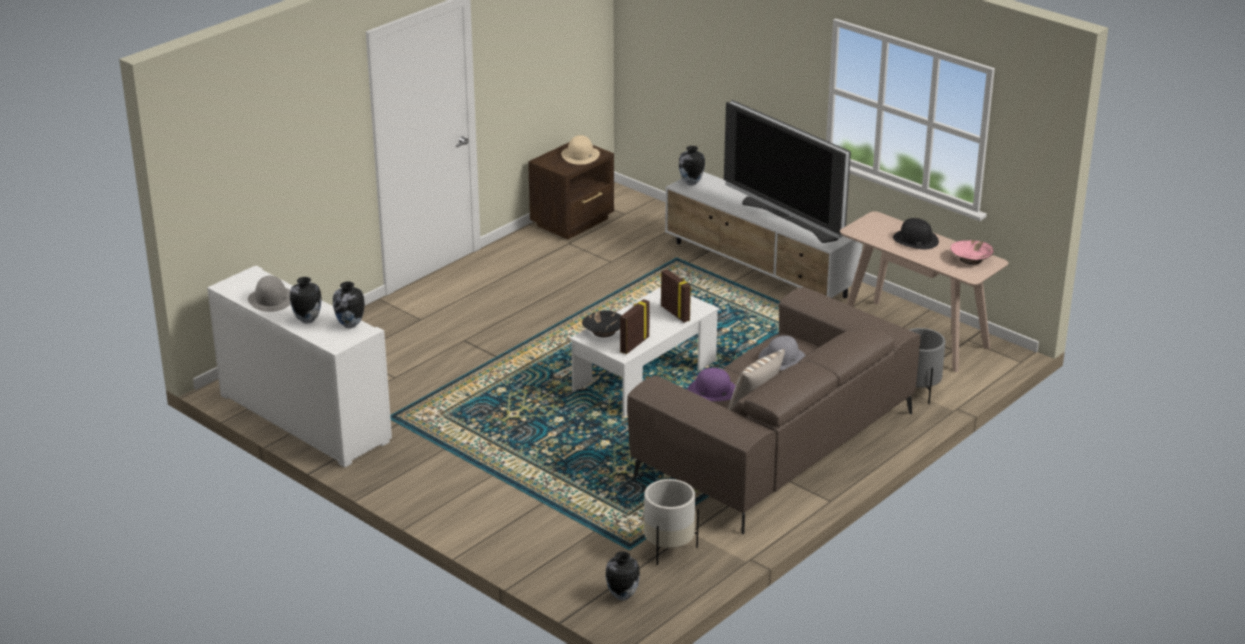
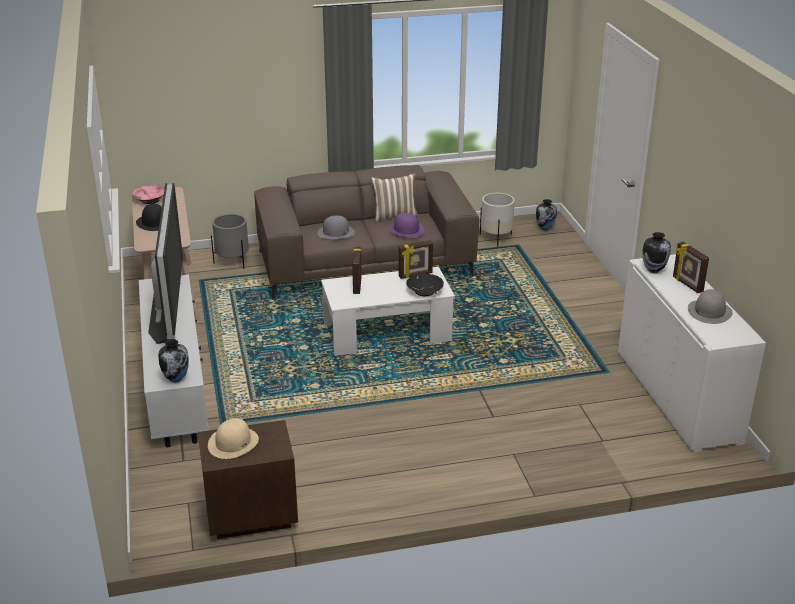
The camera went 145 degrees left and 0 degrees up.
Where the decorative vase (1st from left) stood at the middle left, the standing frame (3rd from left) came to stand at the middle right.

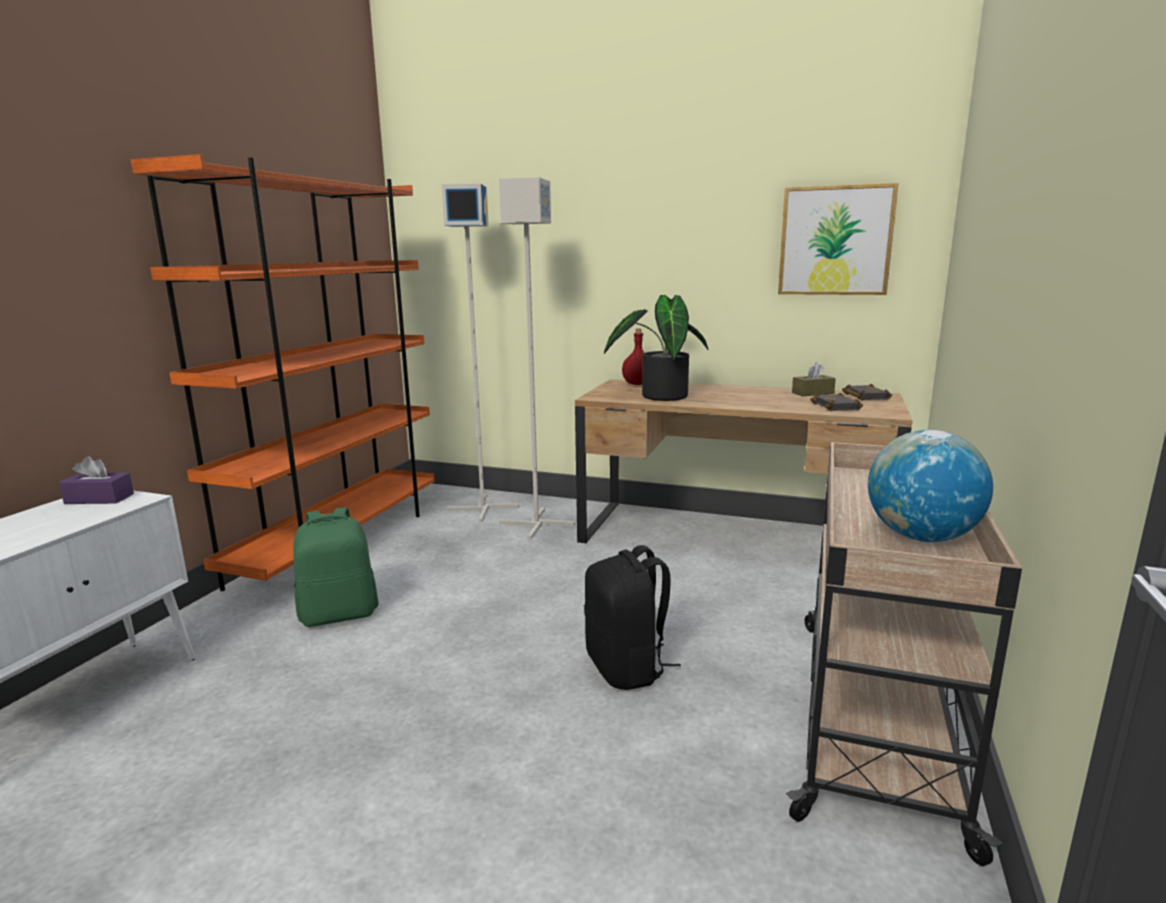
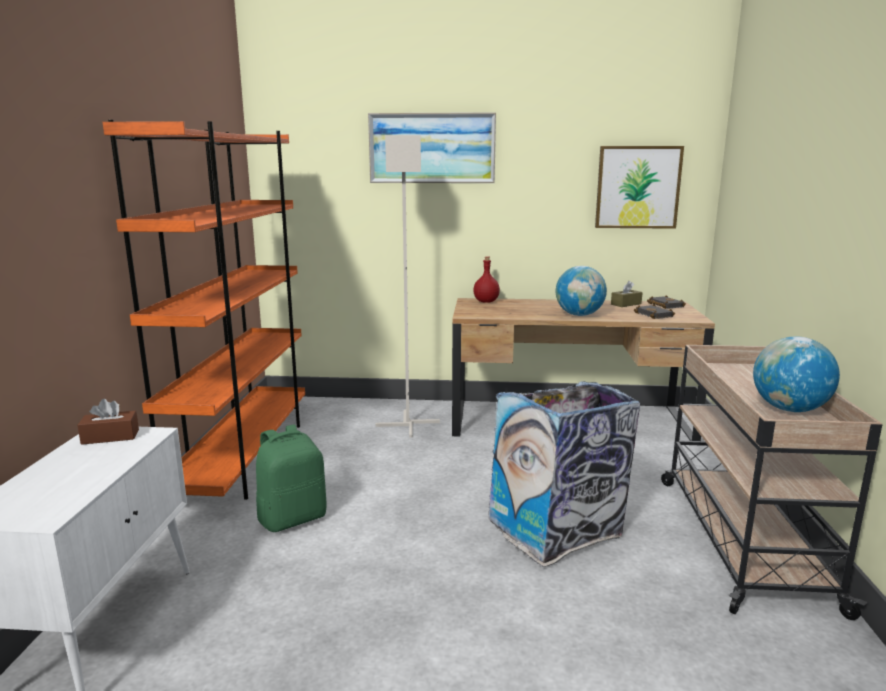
The camera went 15 degrees left and 0 degrees up.
What was the purple tissue holder at the middle left turned into the brown tissue holder (1st from left) at the middle left.
The second view lost the greyish standing lamp (1st from left) at the centre.
Where the blackish backpack stood at the bottom centre, the waste bin came to stand at the bottom centre.
The second view lost the potted plant at the centre.
The second view gained the wall picture (1st from left) at the top centre.
The second view gained the globe (1st from left) at the centre.

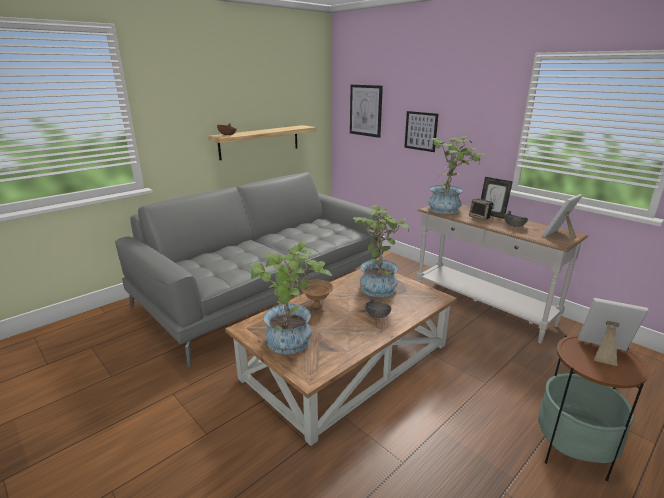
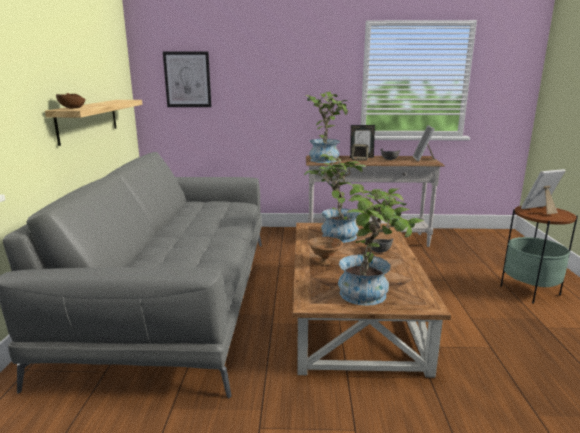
The camera went 45 degrees left and 5 degrees down.
The second view lost the wall picture (2nd from left) at the top centre.

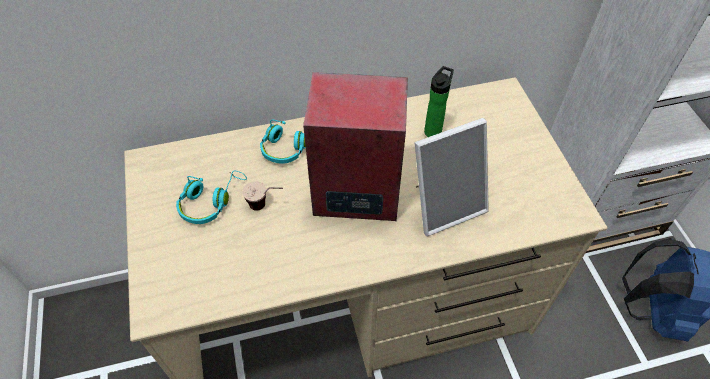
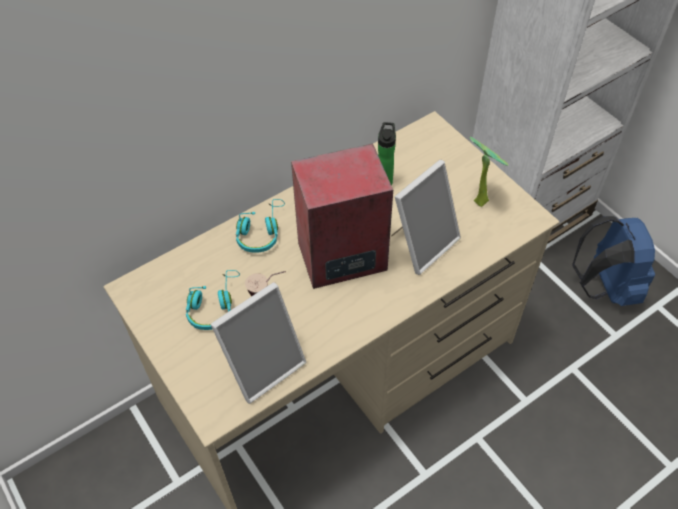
The camera went 20 degrees left and 0 degrees up.
The second view gained the standing frame (1st from left) at the bottom centre.
The second view gained the potted plant at the middle right.

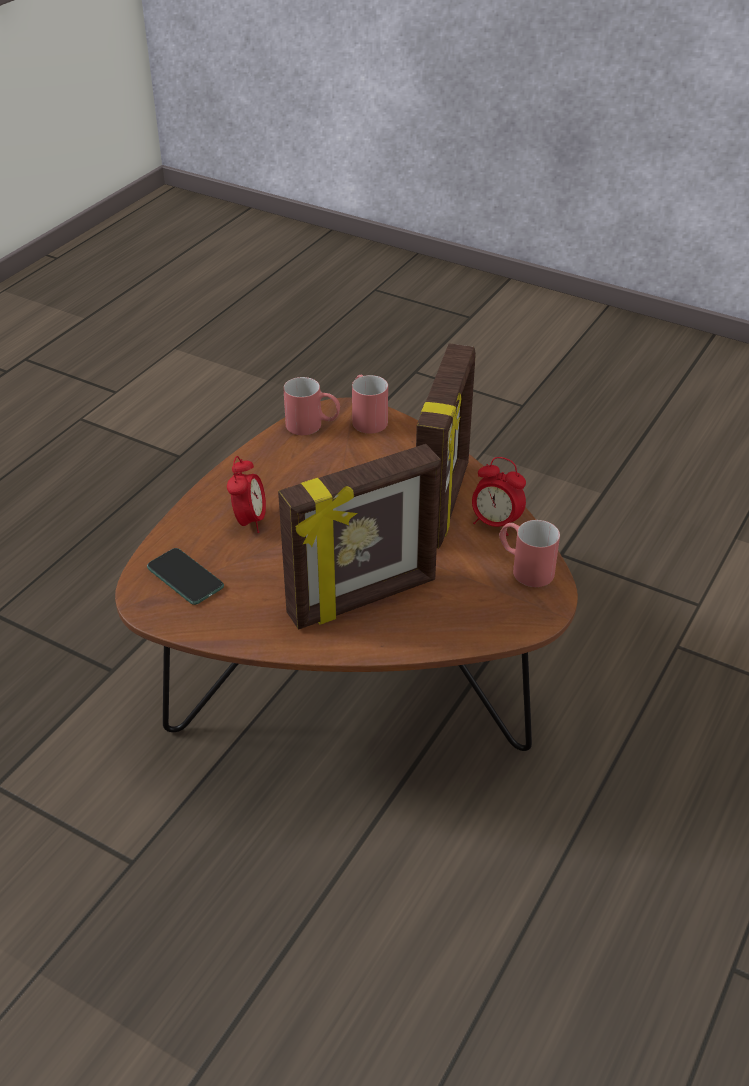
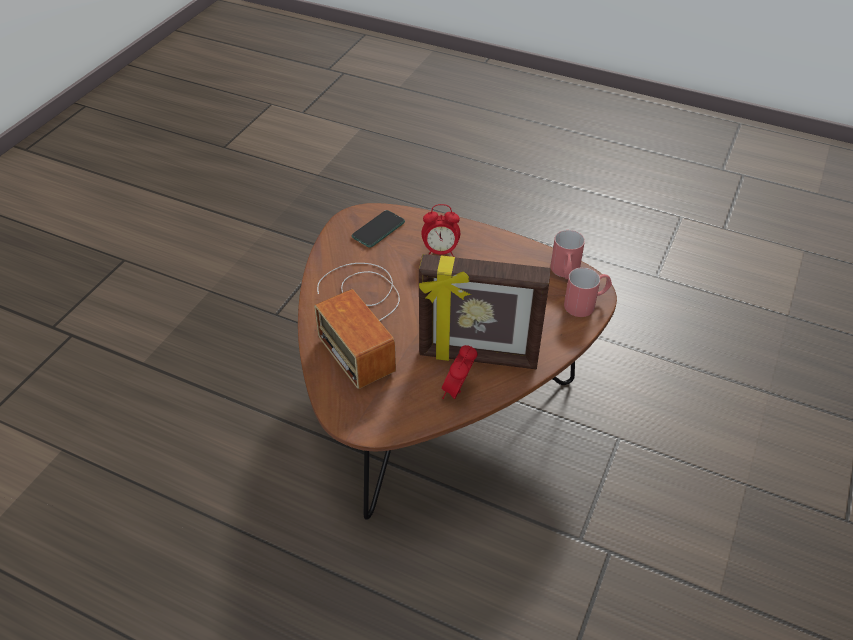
The camera went 85 degrees right and 5 degrees up.
Where the standing frame (1st from left) stood at the centre, the radio set came to stand at the centre.
The second view lost the red mug (3rd from left) at the middle right.

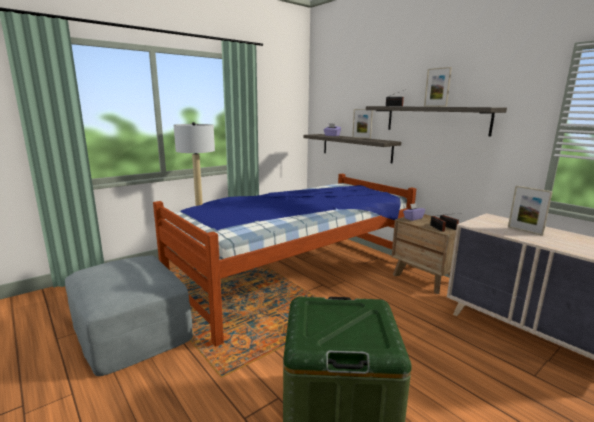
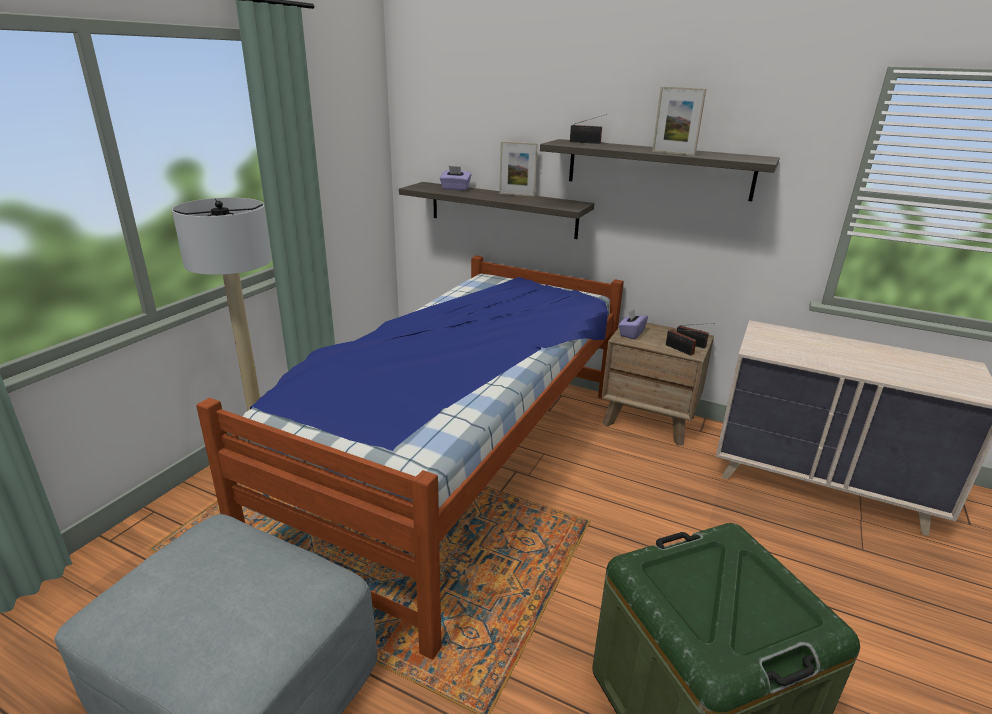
The camera went 25 degrees left and 10 degrees up.
The second view lost the standing frame (3rd from left) at the middle right.

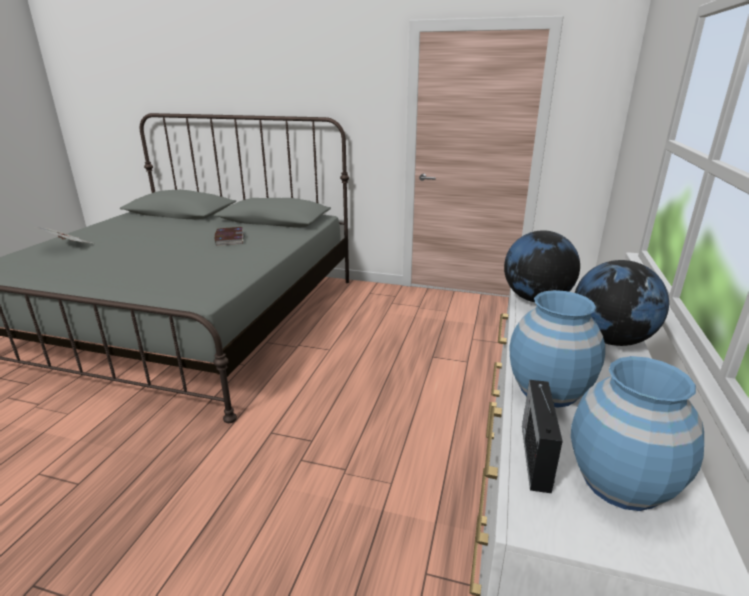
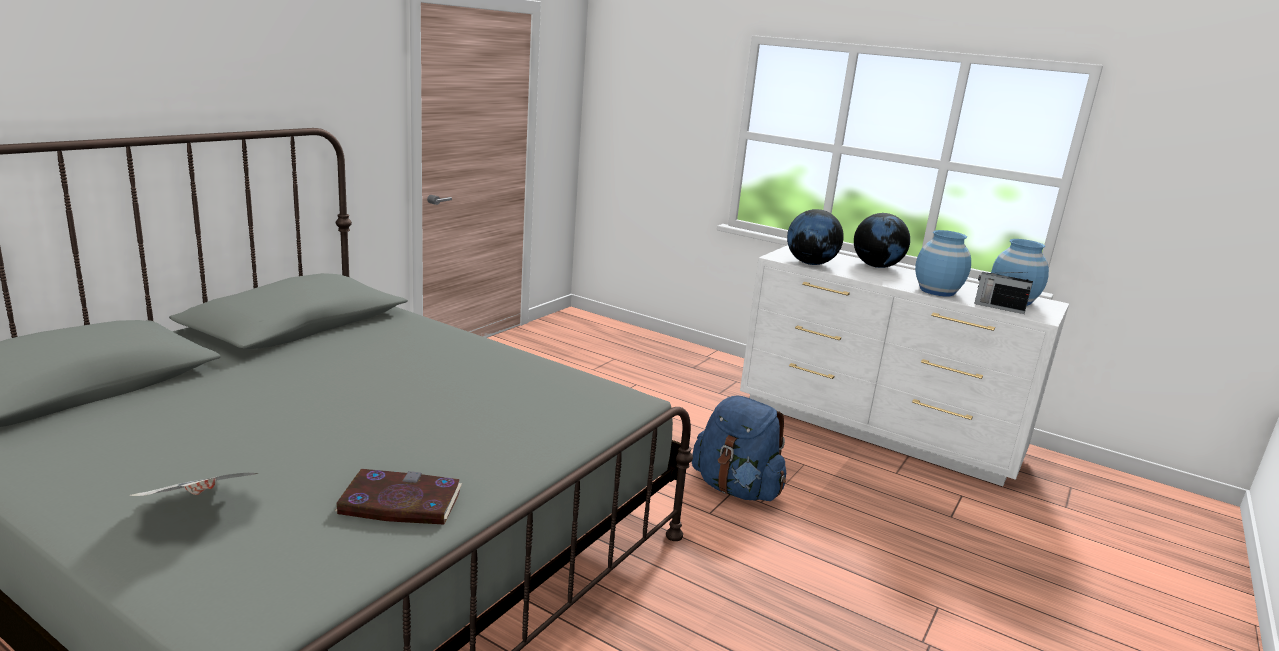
The camera went 75 degrees left and 5 degrees down.
The volume ended up elsewhere, having gone from the middle left to the bottom left.
The second view gained the blue backpack at the bottom centre.

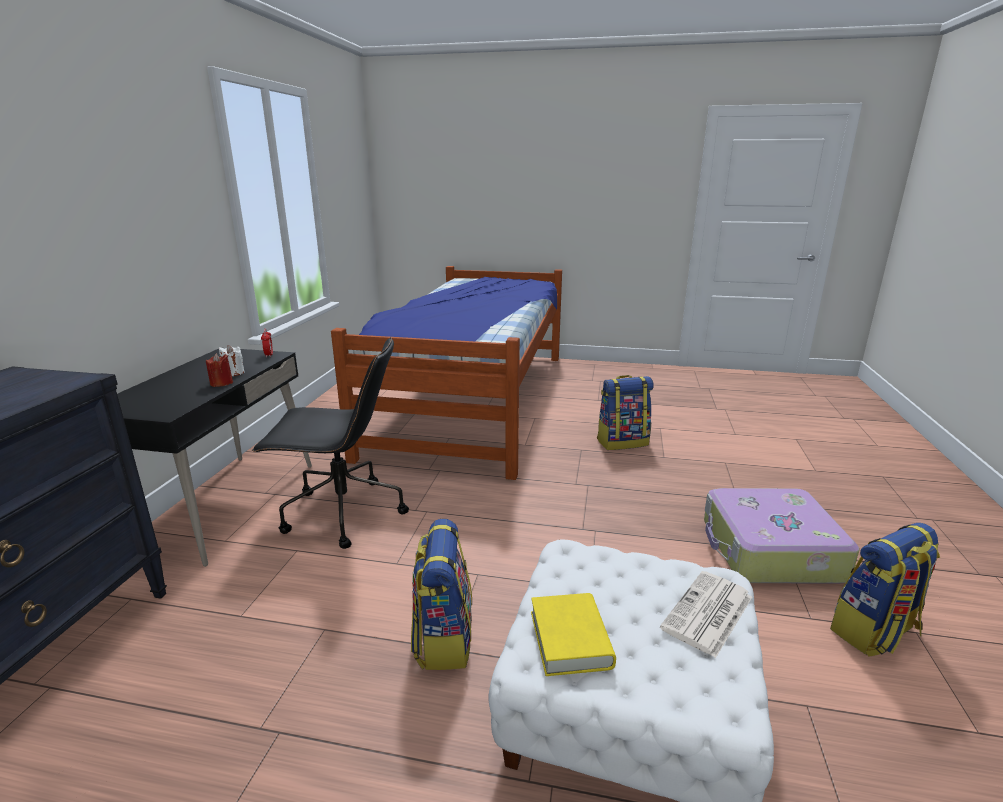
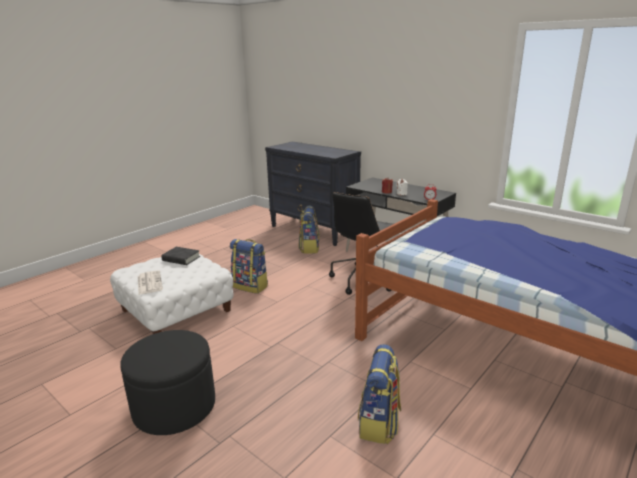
The camera went 120 degrees right and 0 degrees up.
What was the yellowish volume at the bottom centre turned into the blackish volume at the middle left.
Where the suitcase stood at the bottom right, the blackish pouffe came to stand at the bottom left.
The backpack (3rd from left in the first image) ended up elsewhere, having gone from the bottom right to the centre.

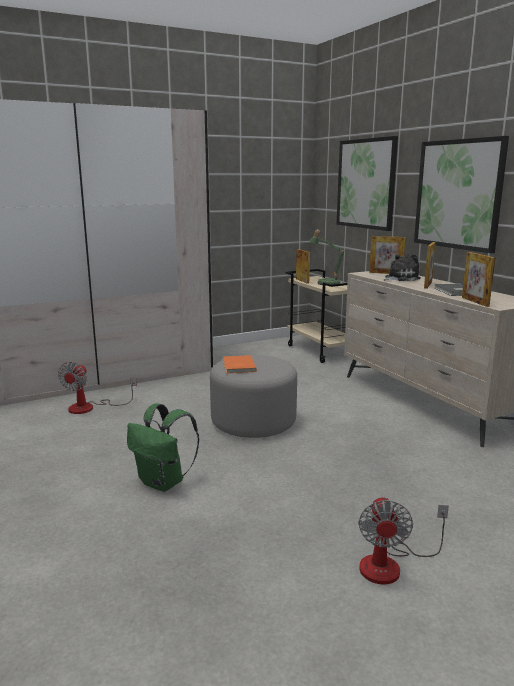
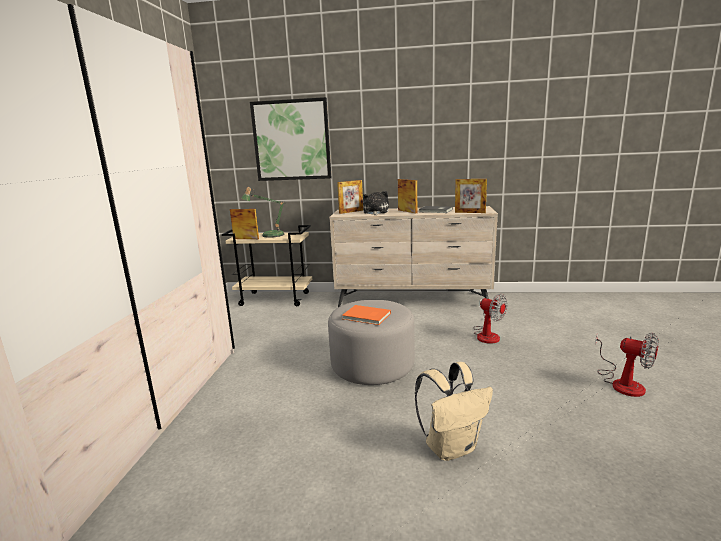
The camera went 55 degrees left and 0 degrees up.
The fan (1st from left) ended up elsewhere, having gone from the middle left to the middle right.
What was the greenish backpack at the middle left turned into the beige-coloured backpack at the bottom centre.
The second view lost the wall picture (2nd from left) at the top right.

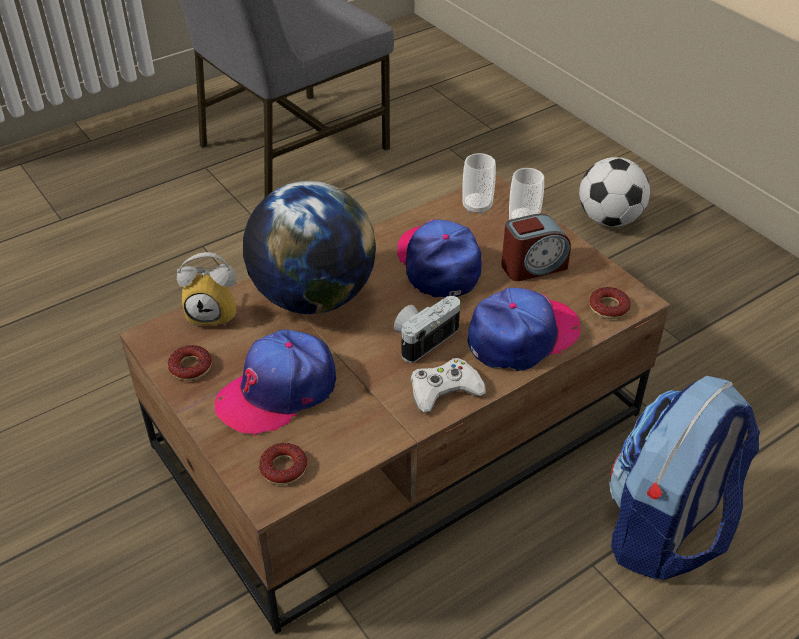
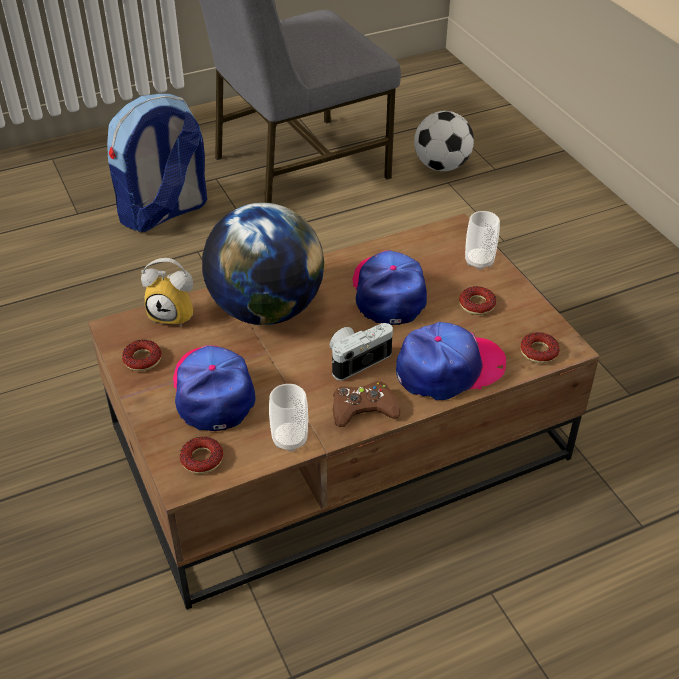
The camera went 10 degrees right and 0 degrees up.
The peaked cap (1st from left) at the centre ended up facing another way, 105 degrees clockwise from before.
What was the white-coloured joypad at the centre turned into the brown joypad at the centre.
The cup (1st from left) ended up elsewhere, having gone from the top centre to the centre.
Where the bedside clock (2nd from left) stood at the middle right, the ring doughnut (3rd from left) came to stand at the middle right.
The football ball ended up elsewhere, having gone from the top right to the top centre.
The backpack ended up elsewhere, having gone from the bottom right to the top left.

